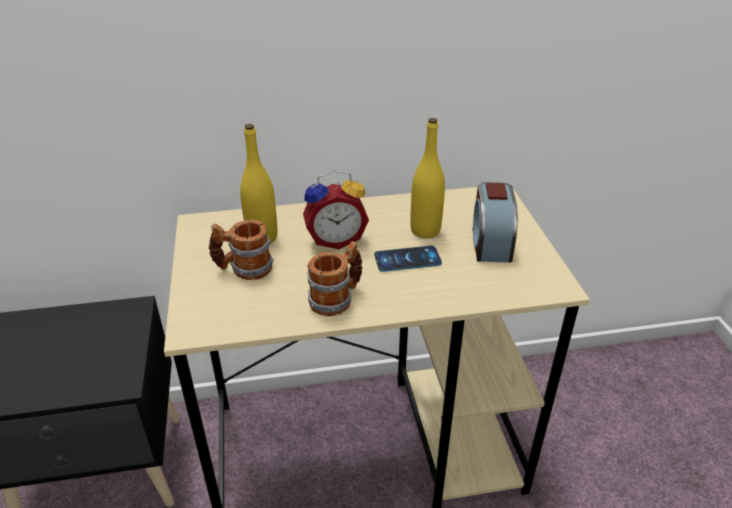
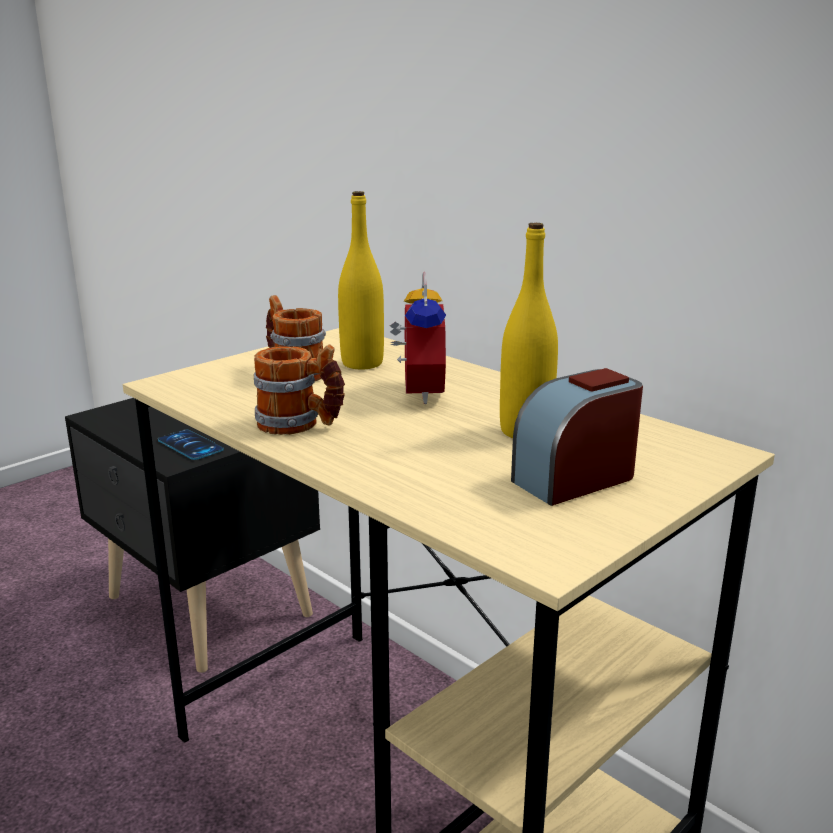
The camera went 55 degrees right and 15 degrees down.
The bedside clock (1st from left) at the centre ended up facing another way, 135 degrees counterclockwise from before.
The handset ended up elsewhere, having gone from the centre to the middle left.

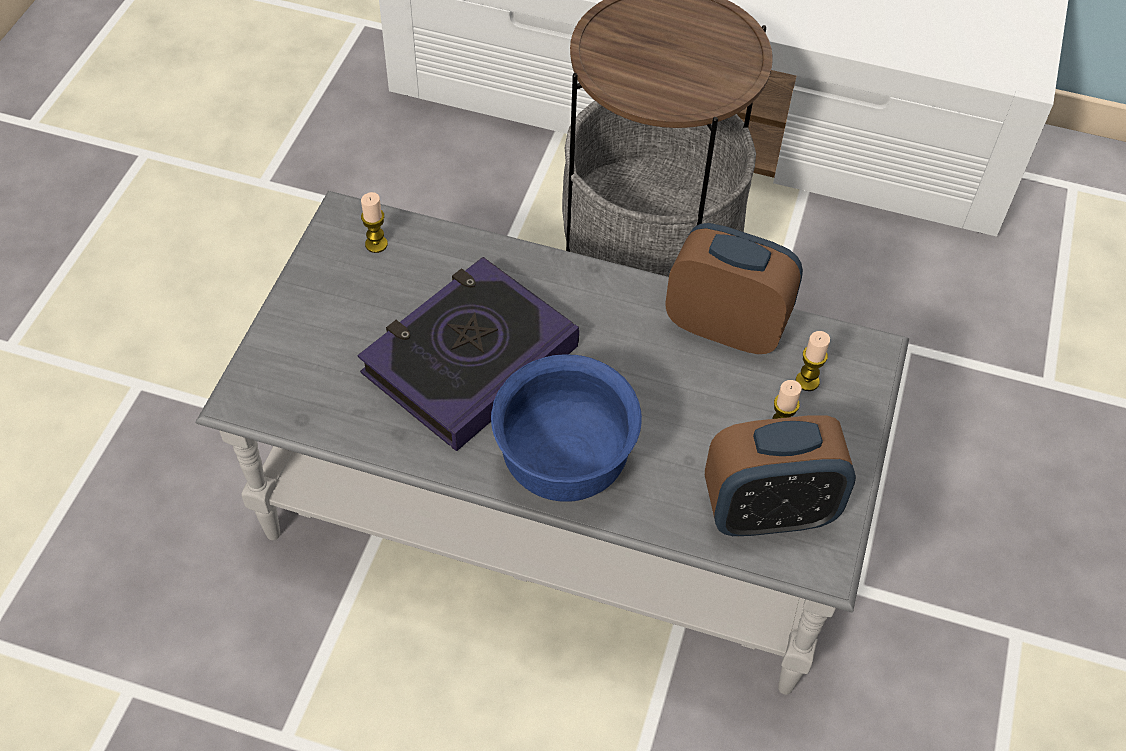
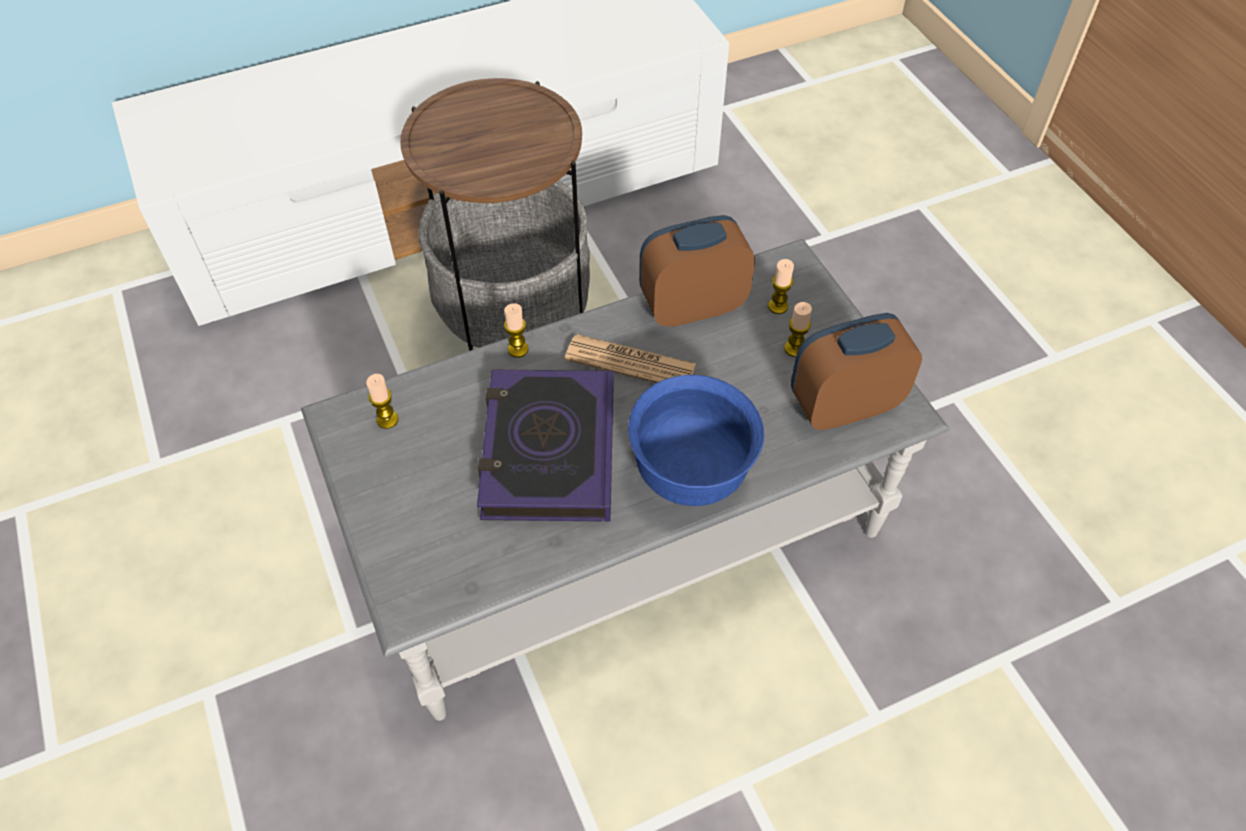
The camera went 40 degrees left and 0 degrees up.
The bedside clock (2nd from left) at the middle right ended up facing another way, 150 degrees counterclockwise from before.
The second view gained the candle (2nd from left) at the centre.
The second view gained the daily paper at the centre.

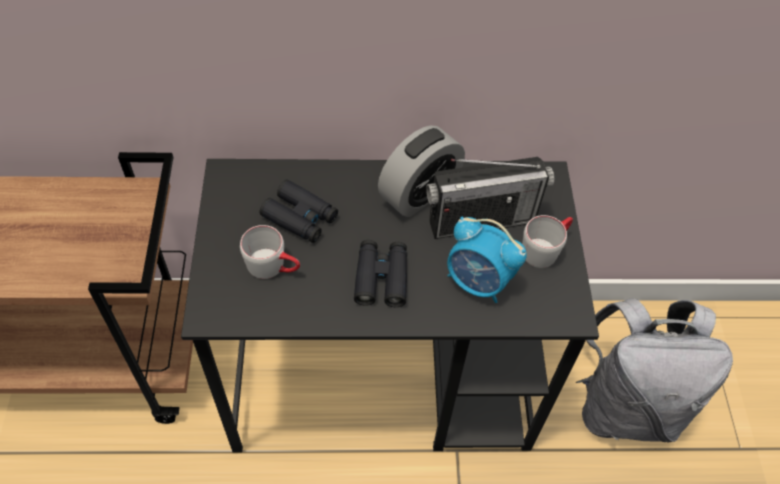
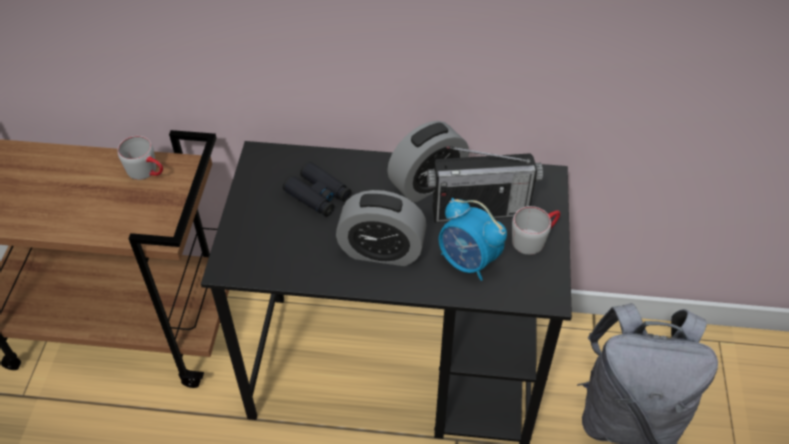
The camera went 10 degrees right and 5 degrees down.
The greyish mug (1st from left) ended up elsewhere, having gone from the centre to the middle left.
Where the blackish pair of binoculars (2nd from left) stood at the centre, the bedside clock (1st from left) came to stand at the centre.

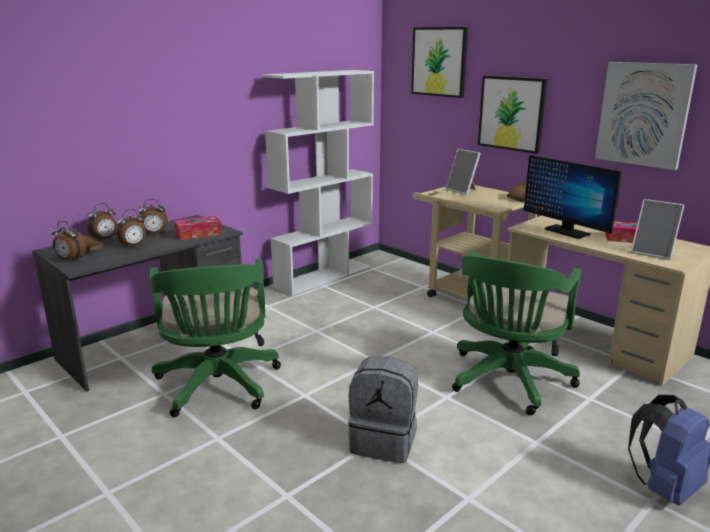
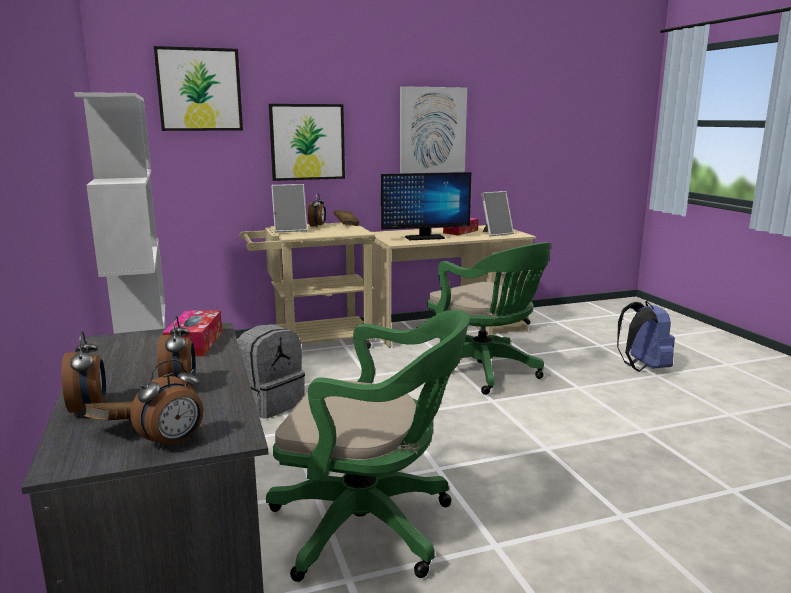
The camera went 65 degrees left and 5 degrees down.
The bedside clock (4th from left) ended up elsewhere, having gone from the middle left to the centre.
The greyish backpack ended up elsewhere, having gone from the bottom centre to the centre.

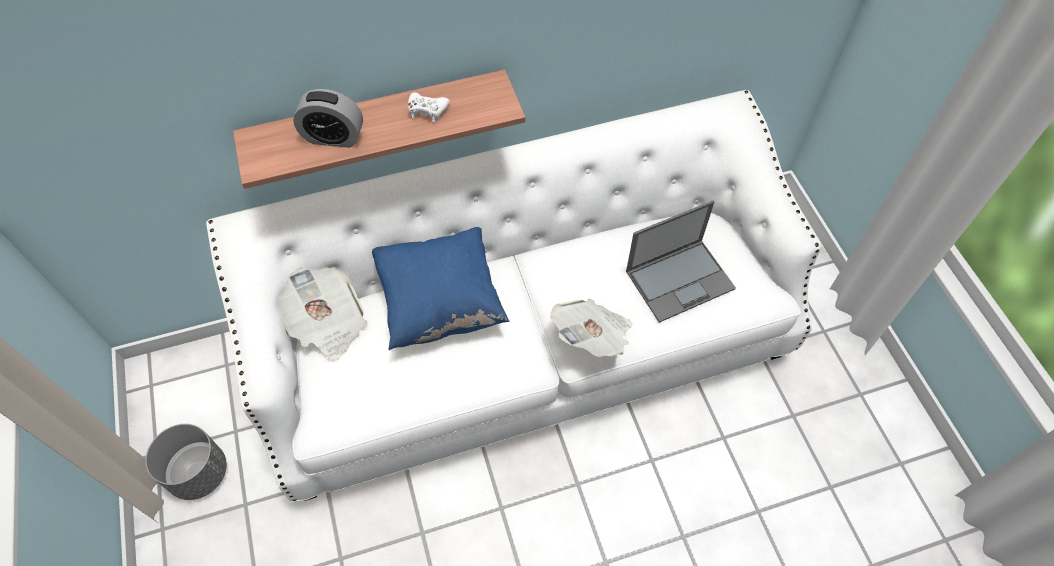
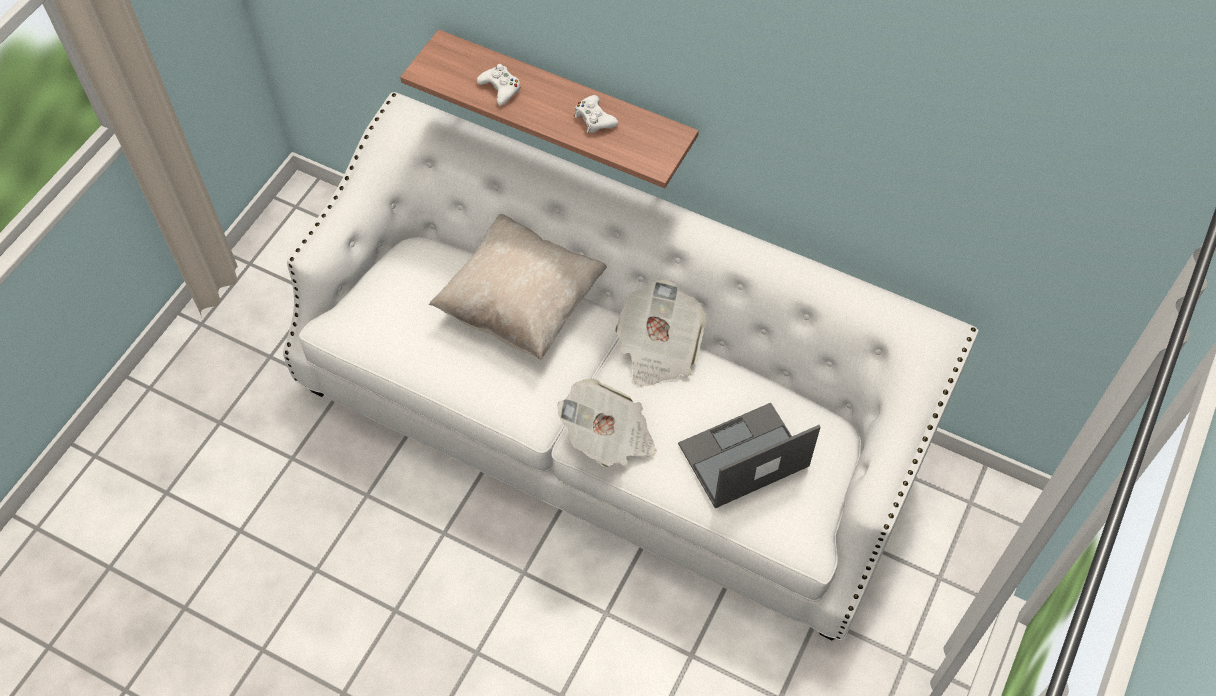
The camera went 45 degrees right and 0 degrees up.
The second view lost the greyish plant pot at the bottom left.
The daily paper (1st from left in the first image) ended up elsewhere, having gone from the middle left to the centre.
Where the bedside clock stood at the top left, the white-coloured joypad (1st from left) came to stand at the top centre.
What was the blue throw pillow at the centre turned into the beige-coloured throw pillow at the centre.
The laptop at the centre ended up facing another way, 135 degrees clockwise from before.

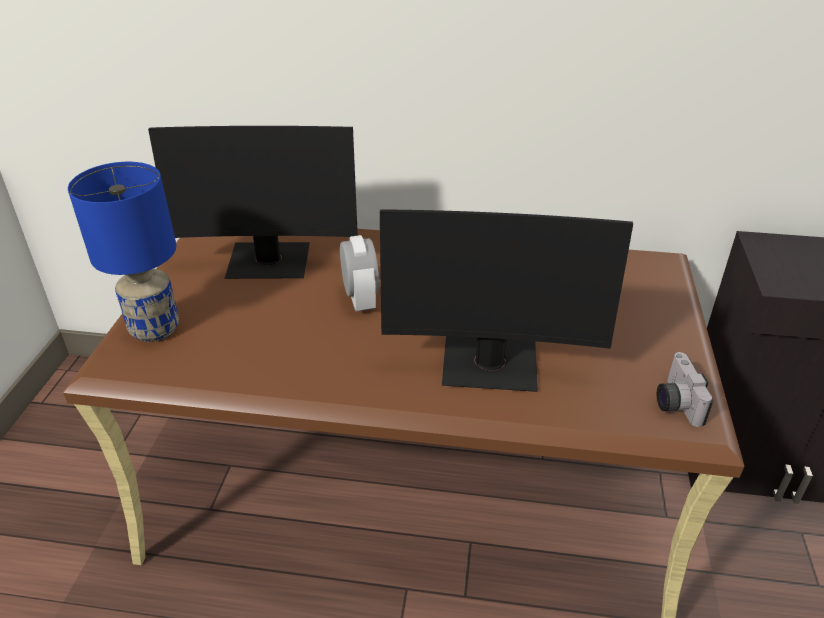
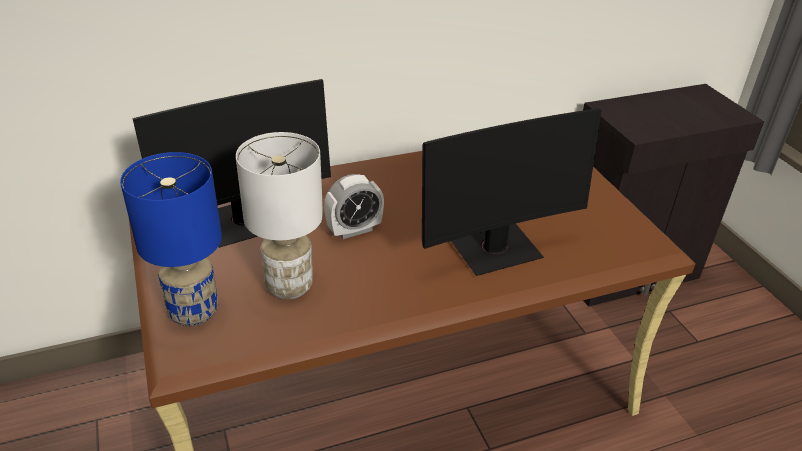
The camera went 30 degrees left and 0 degrees up.
The bedside clock at the centre ended up facing another way, 105 degrees clockwise from before.
The second view lost the photo camera at the middle right.
The second view gained the white-coloured lamp for a table at the centre.

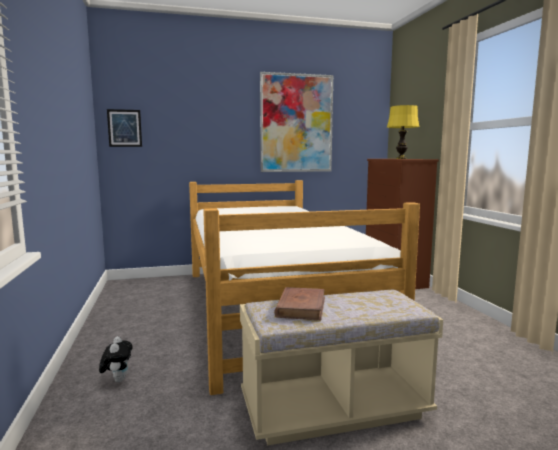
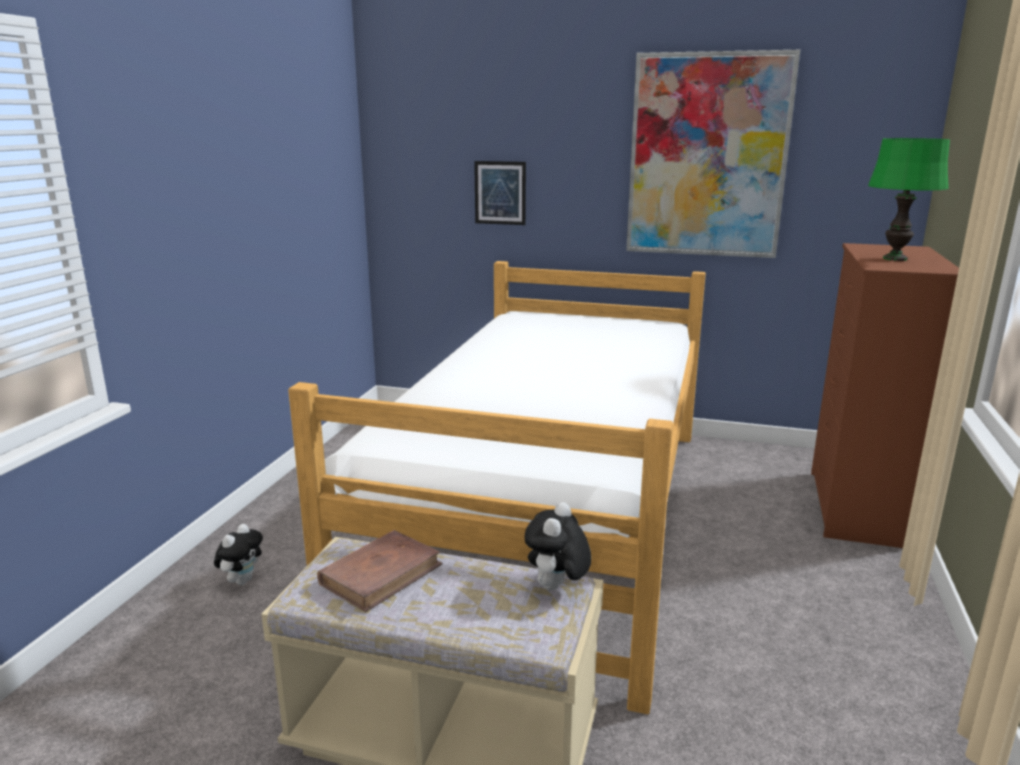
The camera went 30 degrees right and 10 degrees up.
The wall picture (1st from left) ended up elsewhere, having gone from the top left to the top centre.
What was the yellowish lamp for a table at the top right turned into the greenish lamp for a table at the top right.
The second view gained the cuddly toy (2nd from left) at the bottom centre.

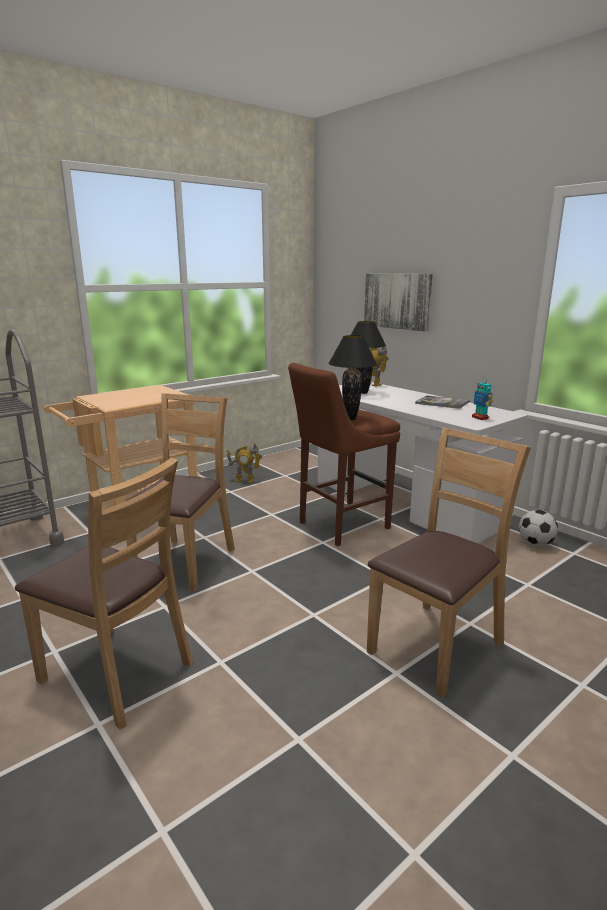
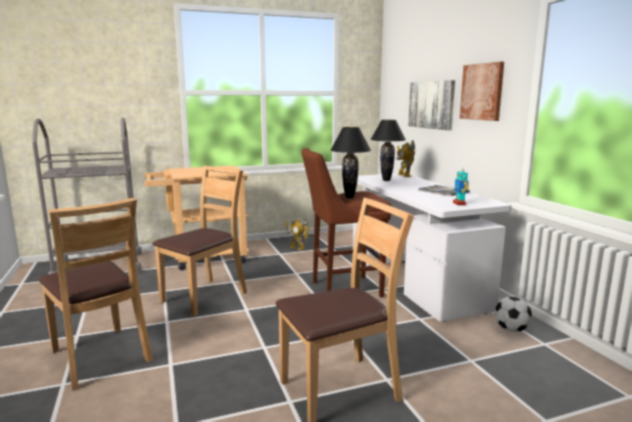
The camera went 20 degrees right and 5 degrees down.
The second view gained the wall picture (2nd from left) at the top right.

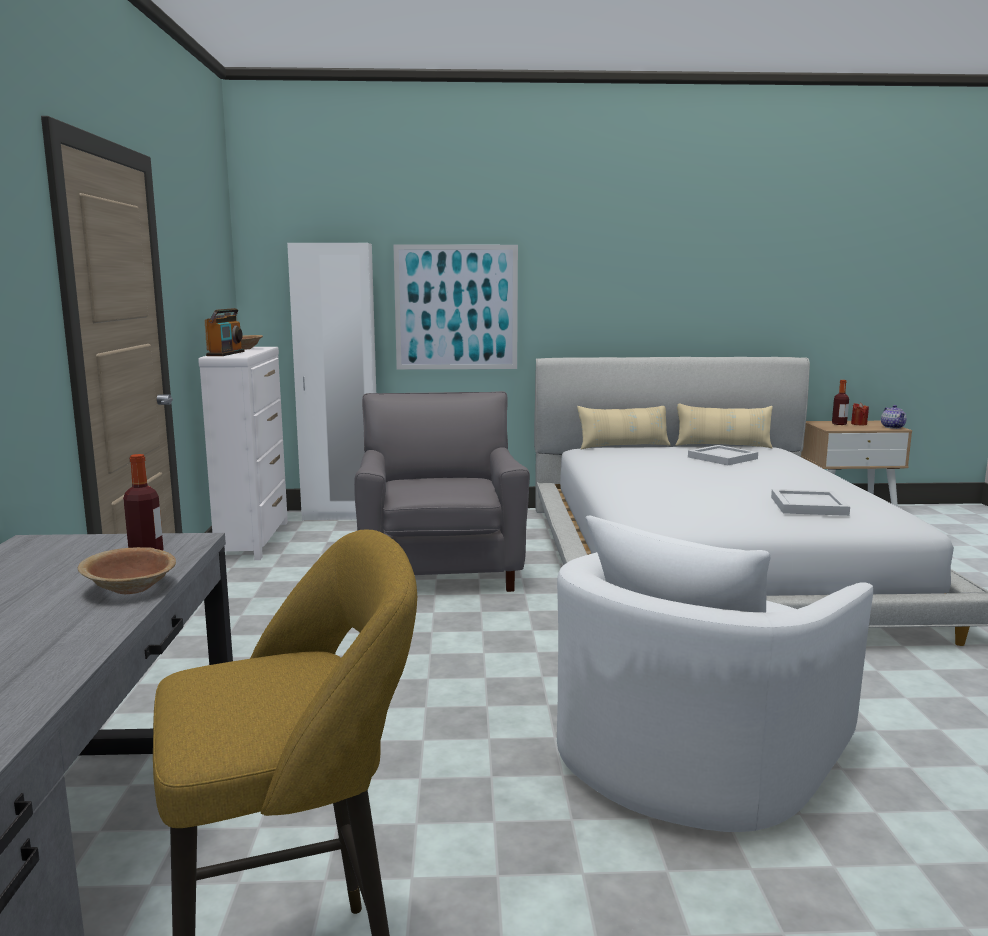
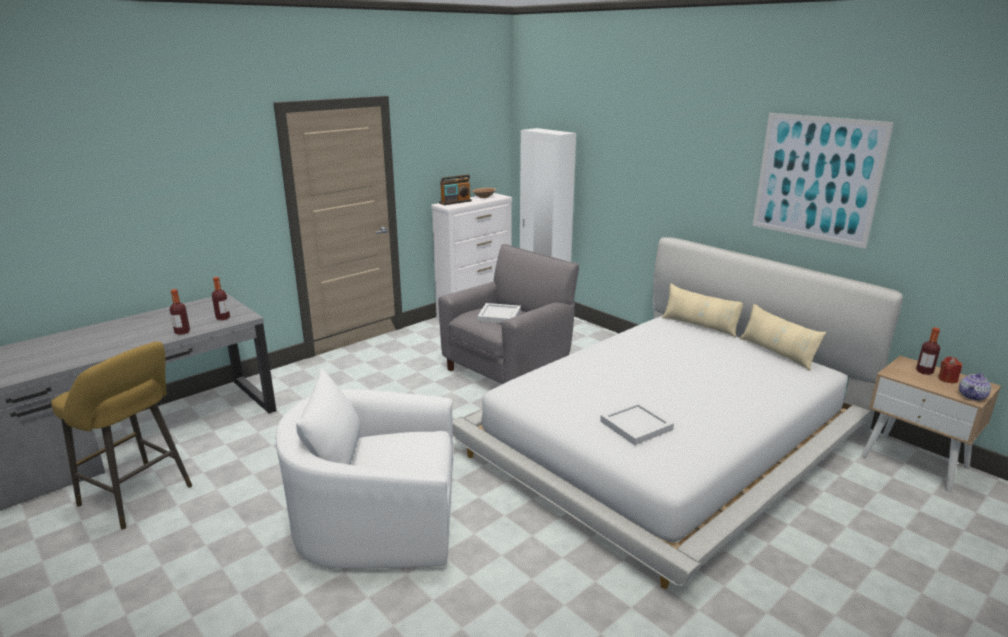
The camera went 50 degrees right and 10 degrees up.
Where the brown deep dish (1st from left) stood at the middle left, the drink bottle (1st from left) came to stand at the middle left.
The wall picture ended up elsewhere, having gone from the top centre to the top right.
The white-coloured tray (1st from left) ended up elsewhere, having gone from the middle right to the centre.

